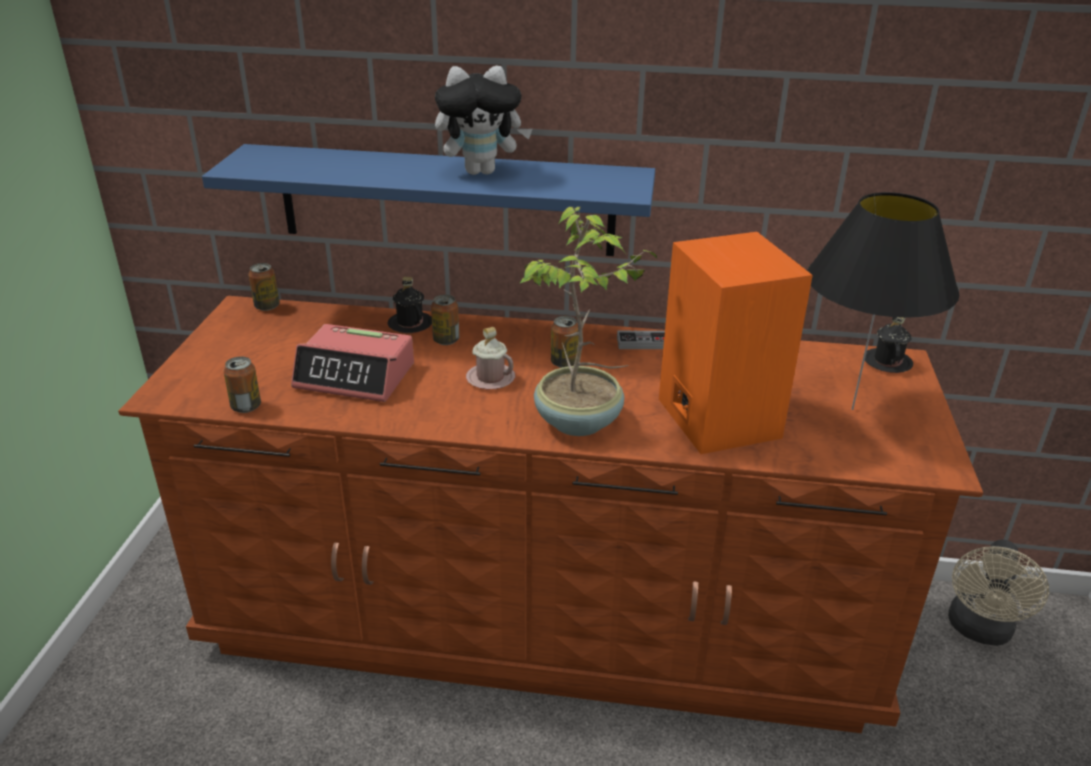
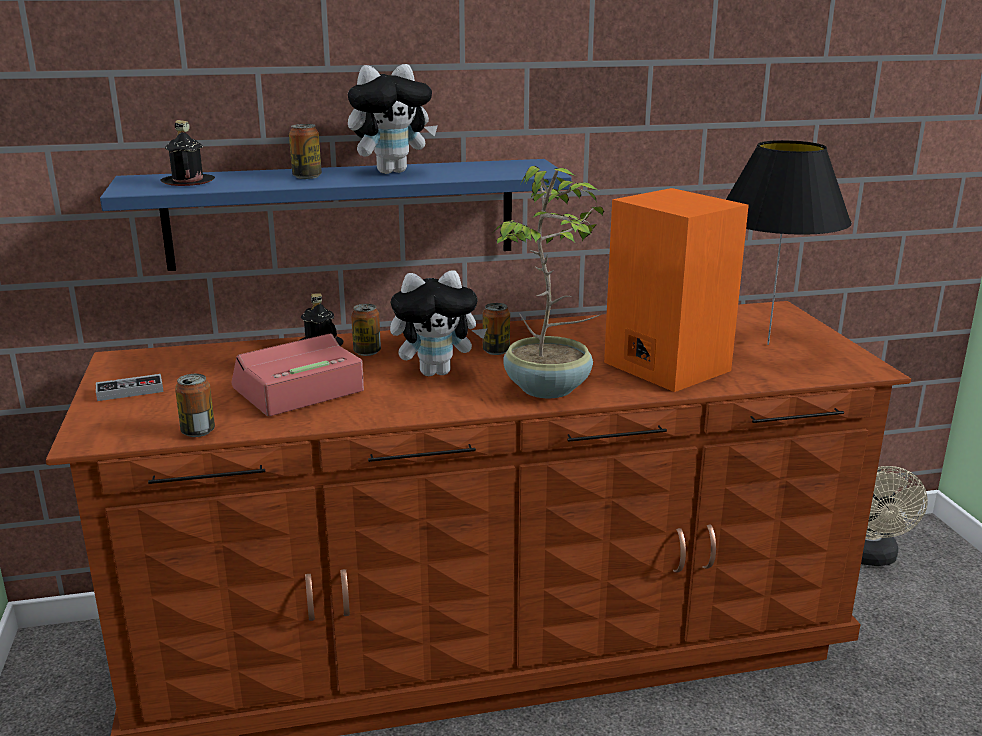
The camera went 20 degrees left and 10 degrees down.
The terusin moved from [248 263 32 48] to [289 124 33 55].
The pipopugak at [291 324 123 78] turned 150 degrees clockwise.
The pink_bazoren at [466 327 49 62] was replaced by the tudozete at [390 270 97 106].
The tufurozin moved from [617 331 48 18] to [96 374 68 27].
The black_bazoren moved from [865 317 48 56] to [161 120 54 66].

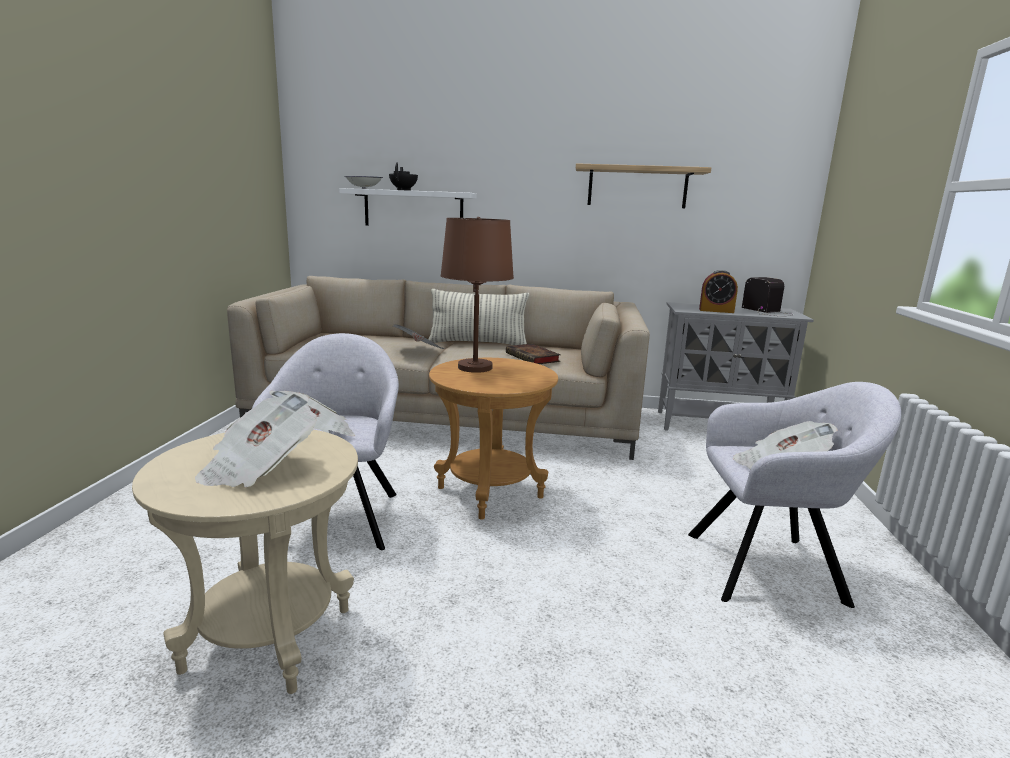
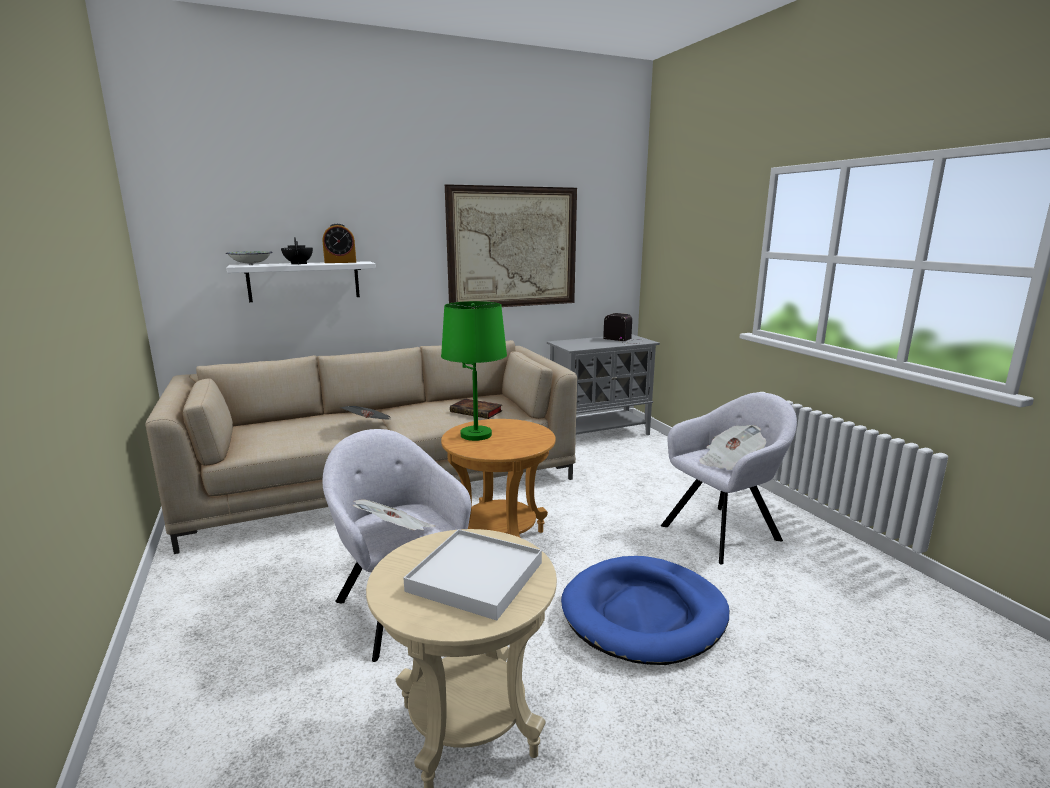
The camera went 30 degrees left and 0 degrees up.
The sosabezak at [195 393 122 94] was replaced by the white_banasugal at [404 529 138 92].
The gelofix at [429 289 100 56] disappeared.
The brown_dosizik at [441 217 73 156] became the green_dosizik at [441 301 66 140].
The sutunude at [576 163 136 45] was replaced by the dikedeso at [445 184 132 123].
The pipopugak moved from [699 270 39 43] to [323 223 33 40].
The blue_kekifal at [561 556 168 109] appeared.

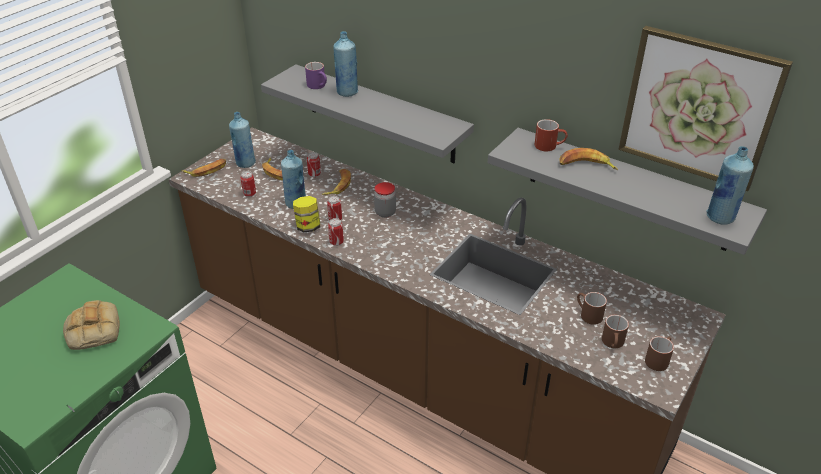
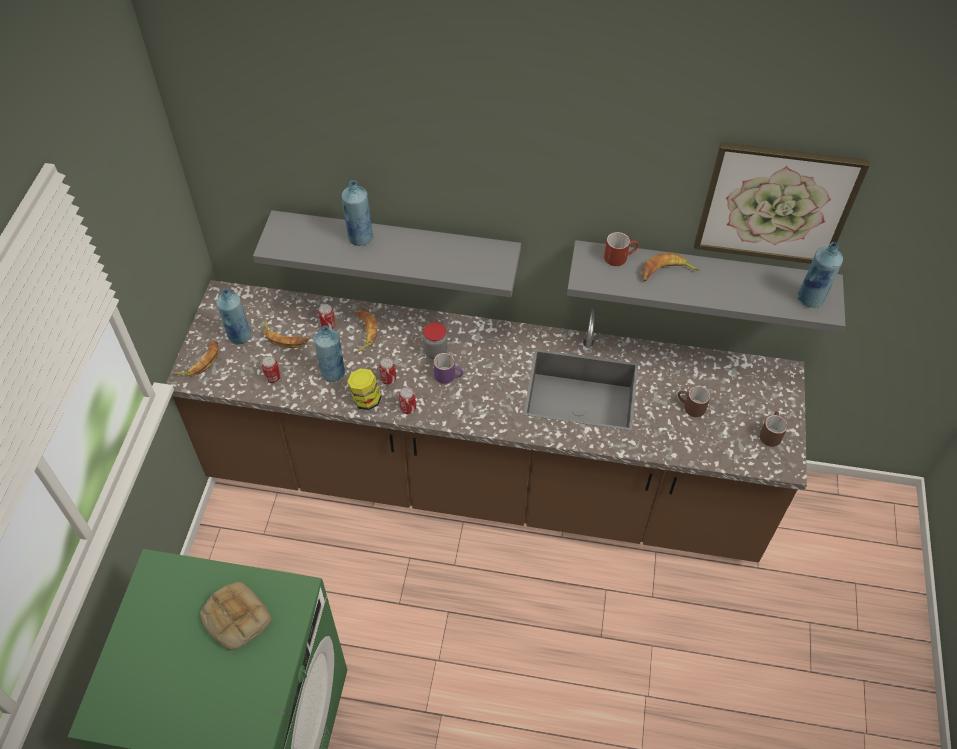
The camera went 25 degrees left and 15 degrees up.
The purple_bazoren moved from [305 62 22 27] to [433 353 30 31].
The brown_bazoren at [602 315 27 33] disappeared.

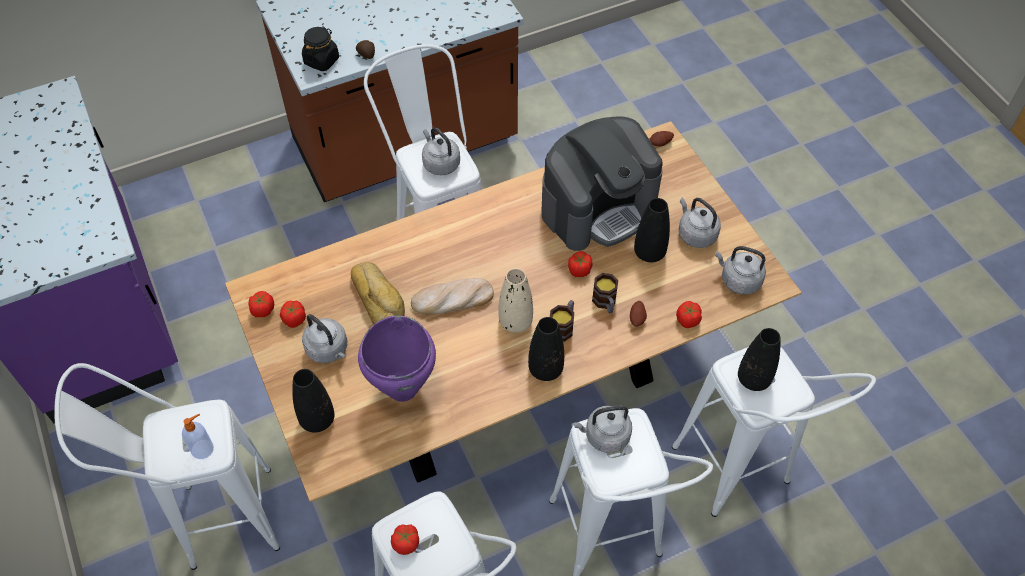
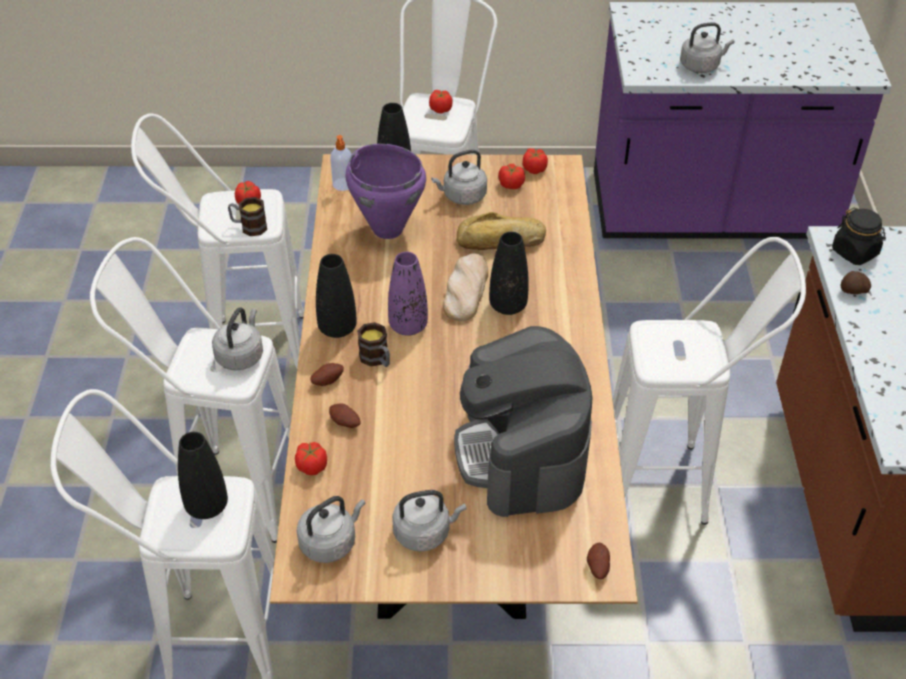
The camera went 115 degrees right and 10 degrees down.
The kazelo moved from [182 414 32 45] to [330 135 22 56].
The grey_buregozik moved from [422 127 38 48] to [680 22 55 51].
The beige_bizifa at [498 268 35 65] became the purple_bizifa at [388 252 40 84].
The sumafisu moved from [568 251 24 26] to [429 90 24 24].
The bazoren moved from [592 273 26 40] to [228 197 39 39].
The black_bizifa moved from [634 198 36 64] to [489 232 40 83].
The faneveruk at [310 363 34 23] appeared.

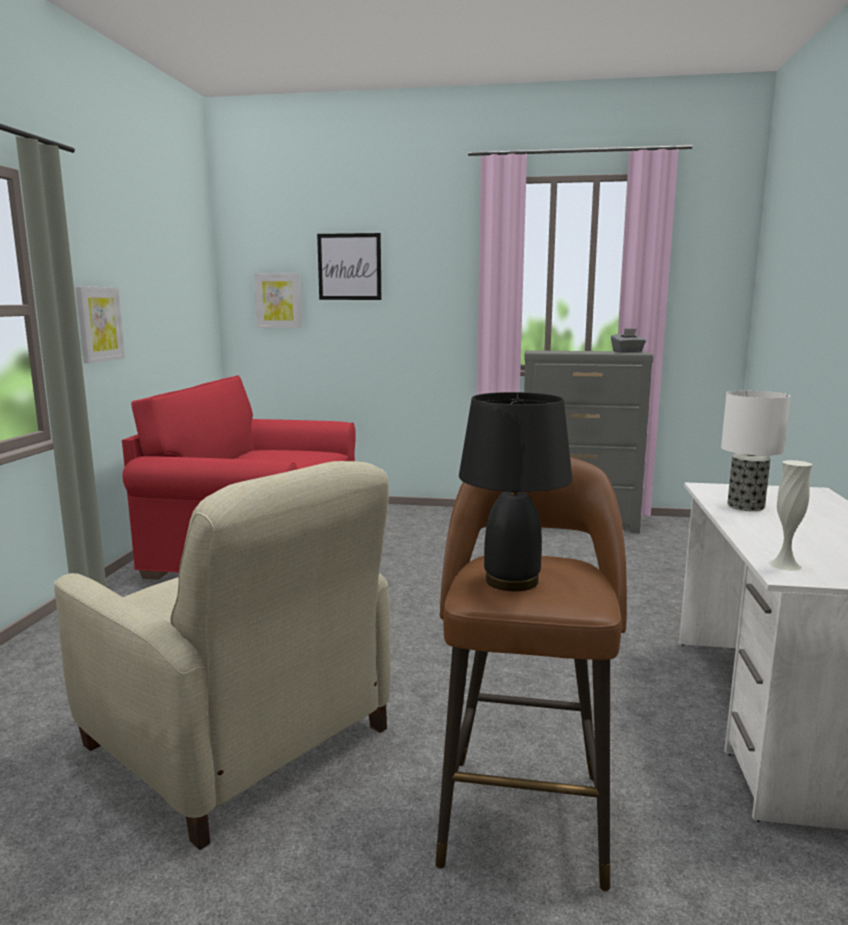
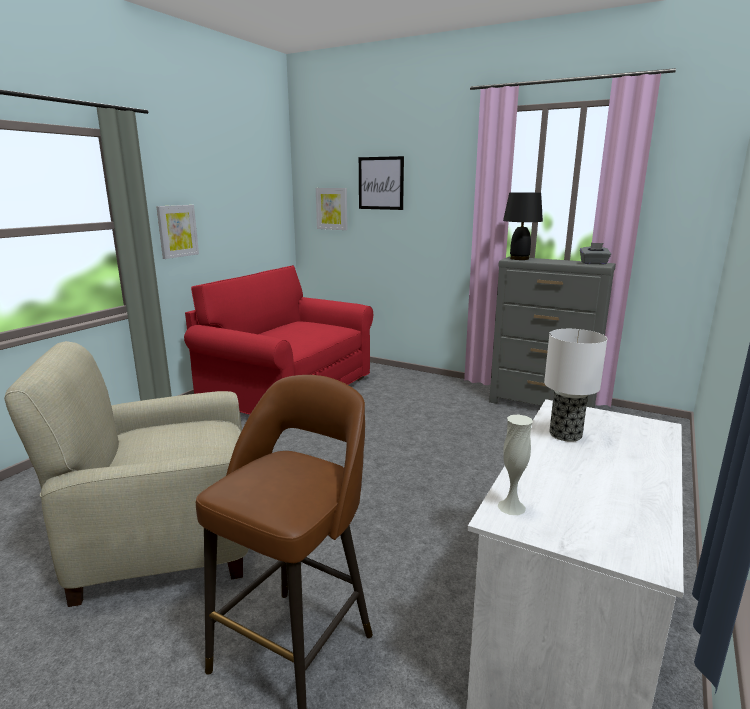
The camera went 20 degrees right and 5 degrees up.
The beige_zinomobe at [54 461 337 389] turned 105 degrees clockwise.
The black_dosizik moved from [459 392 114 199] to [503 192 40 68].

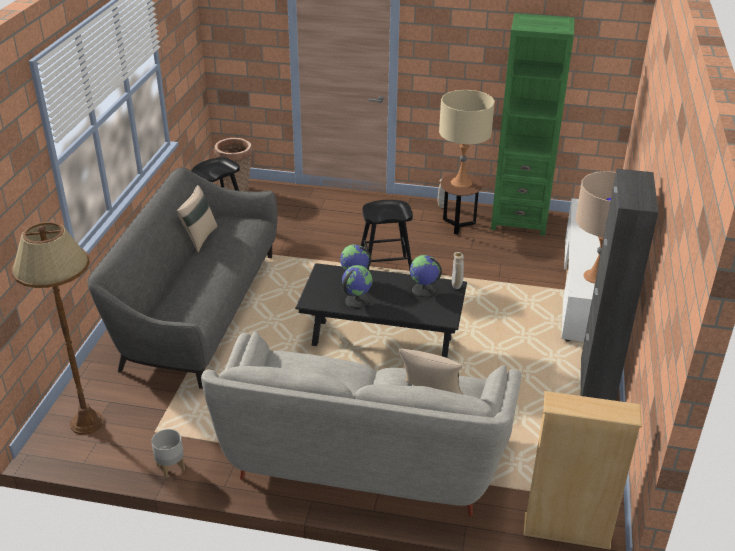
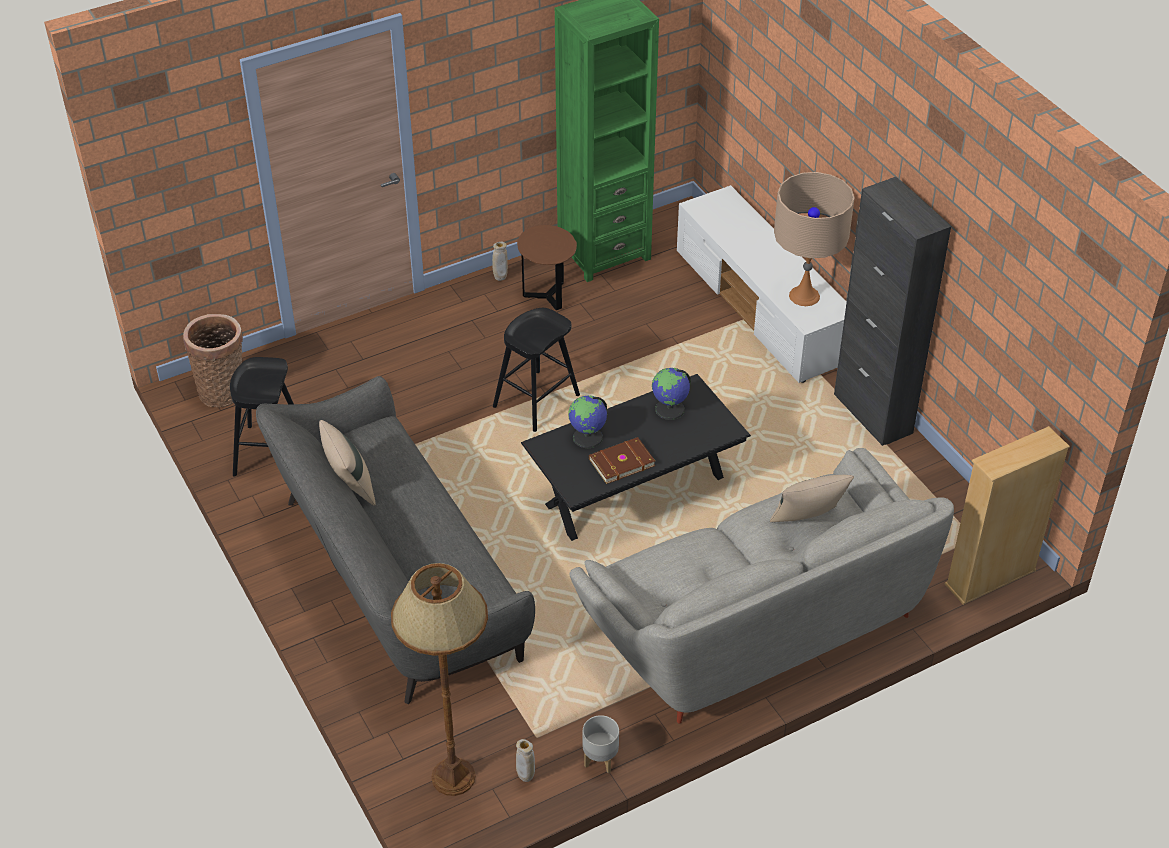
The camera went 40 degrees left and 10 degrees up.
The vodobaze at [342 265 30 43] was replaced by the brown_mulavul at [589 437 66 47].
The beige_dosizik at [439 90 56 98] disappeared.
The beige_bizifa moved from [452 252 12 37] to [516 739 19 43].

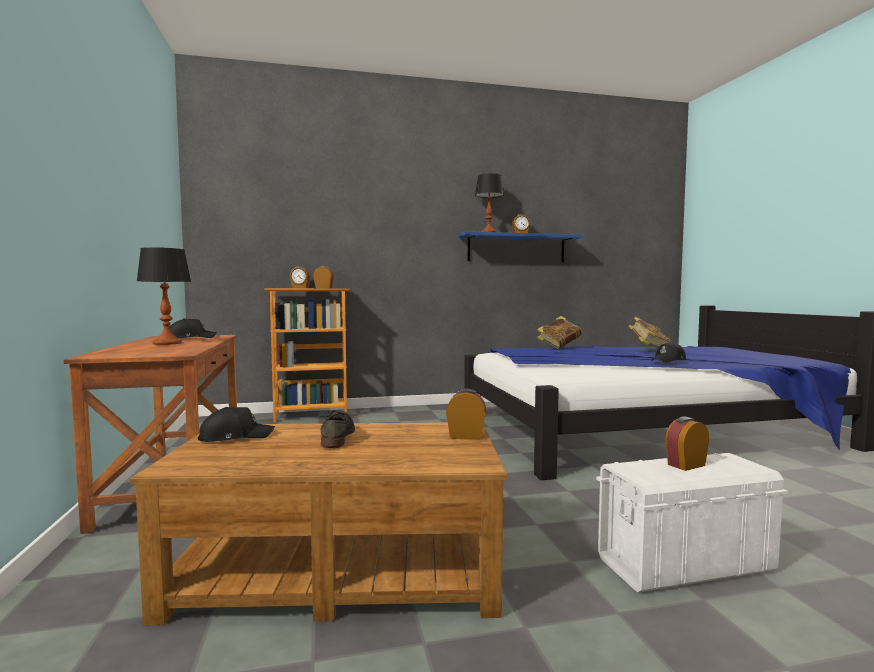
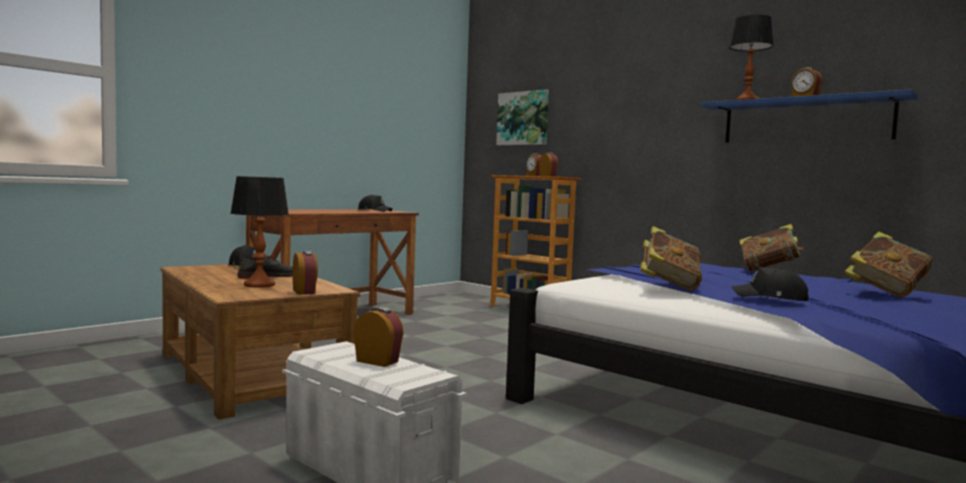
The camera went 55 degrees right and 0 degrees up.
The dosizik moved from [137 247 54 98] to [230 176 59 111].
The dikedeso at [496 89 53 56] appeared.
The mulavul at [640 226 62 65] appeared.

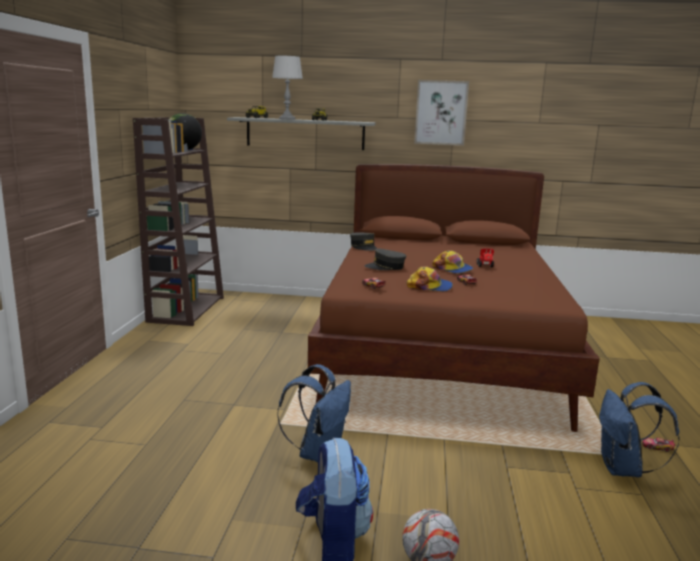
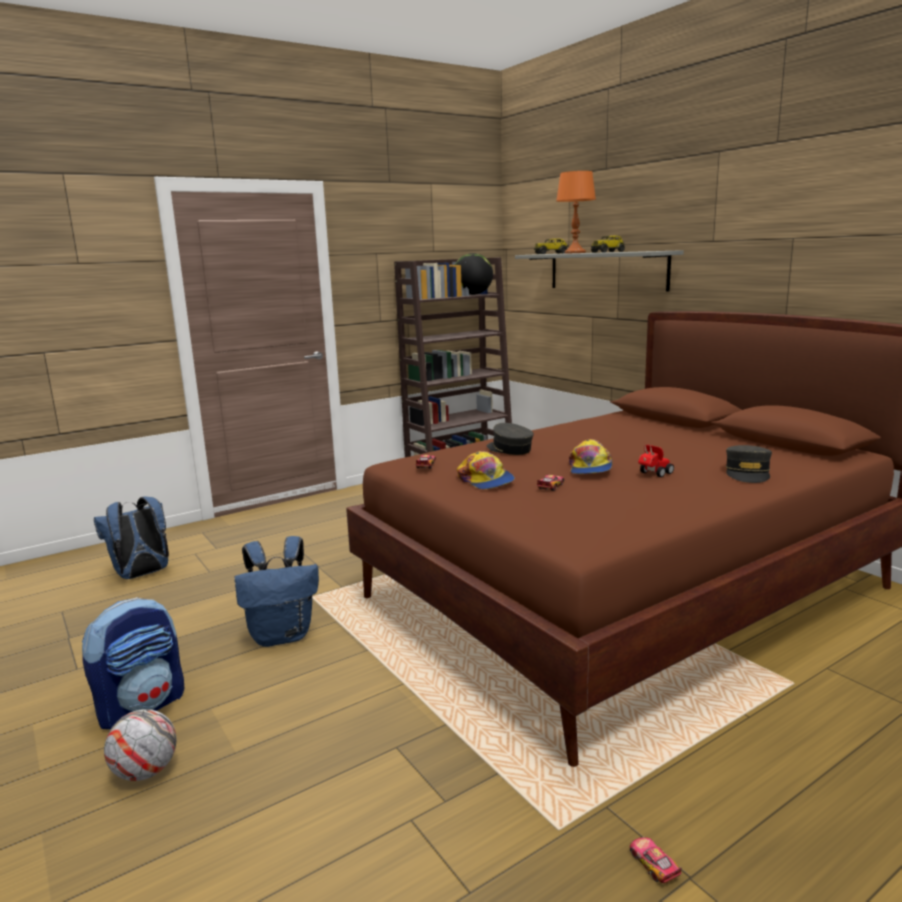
The camera went 50 degrees right and 0 degrees up.
The grey_dosizik at [272 56 31 64] became the orange_dosizik at [556 171 40 83].
The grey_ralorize moved from [350 232 27 19] to [726 445 46 38].
The dikedeso at [414 80 55 66] disappeared.
The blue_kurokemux moved from [599 382 81 95] to [93 497 76 82].

